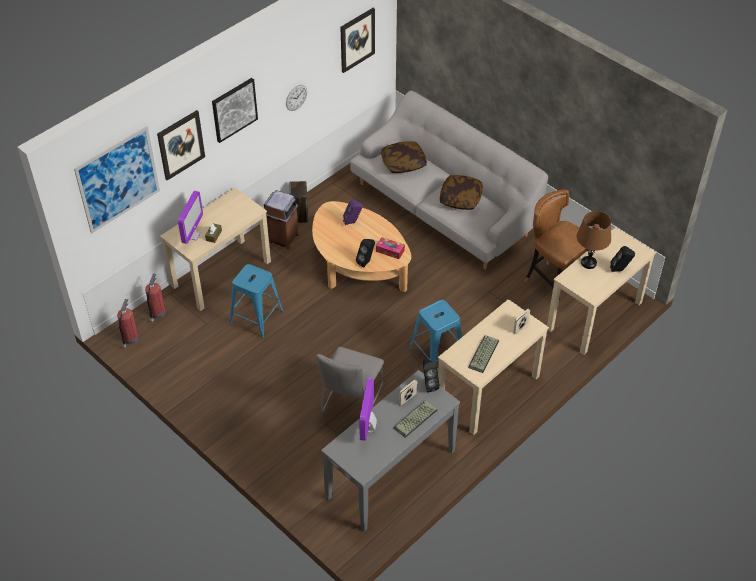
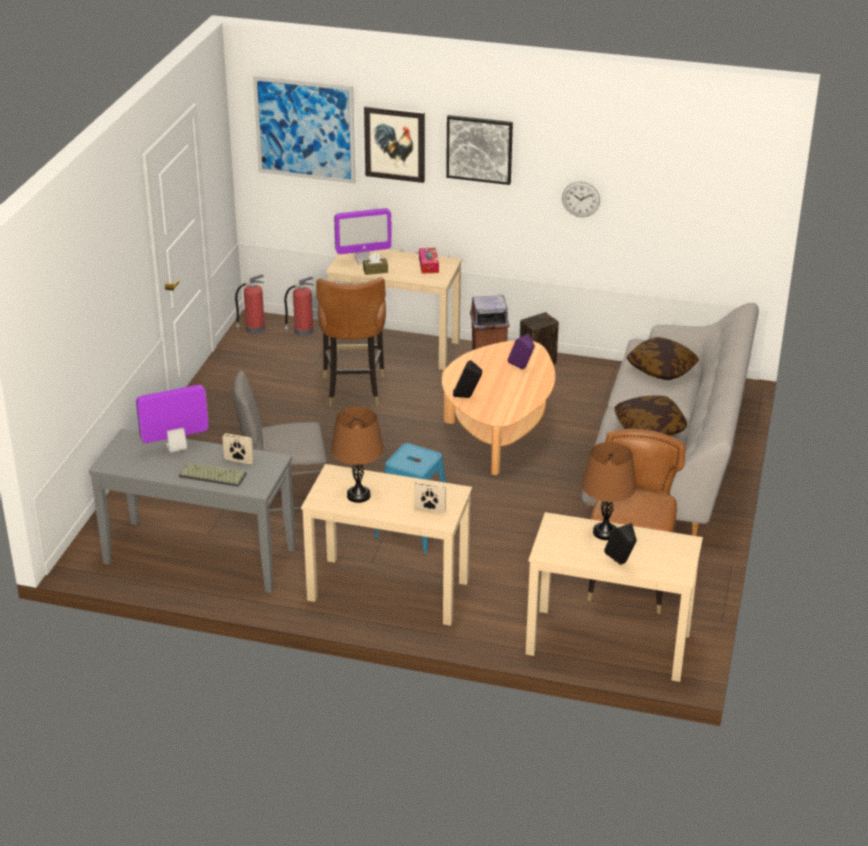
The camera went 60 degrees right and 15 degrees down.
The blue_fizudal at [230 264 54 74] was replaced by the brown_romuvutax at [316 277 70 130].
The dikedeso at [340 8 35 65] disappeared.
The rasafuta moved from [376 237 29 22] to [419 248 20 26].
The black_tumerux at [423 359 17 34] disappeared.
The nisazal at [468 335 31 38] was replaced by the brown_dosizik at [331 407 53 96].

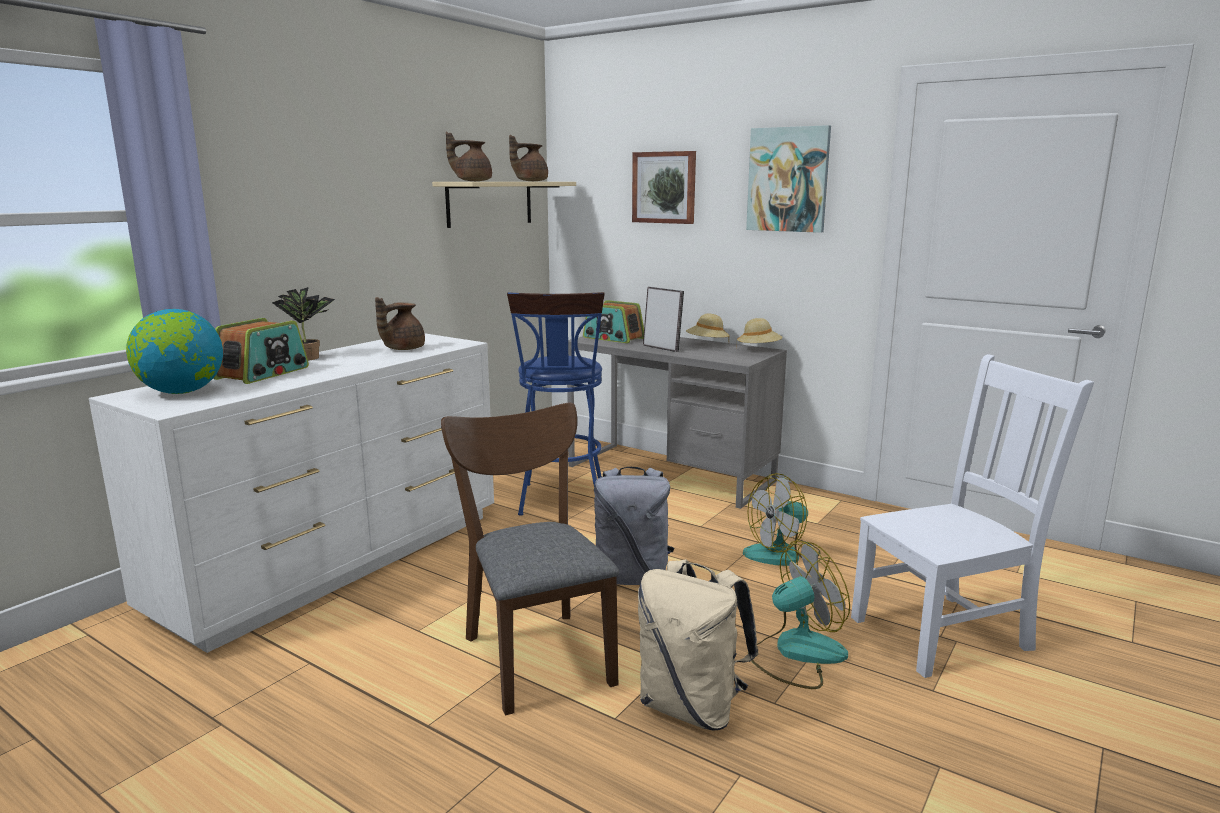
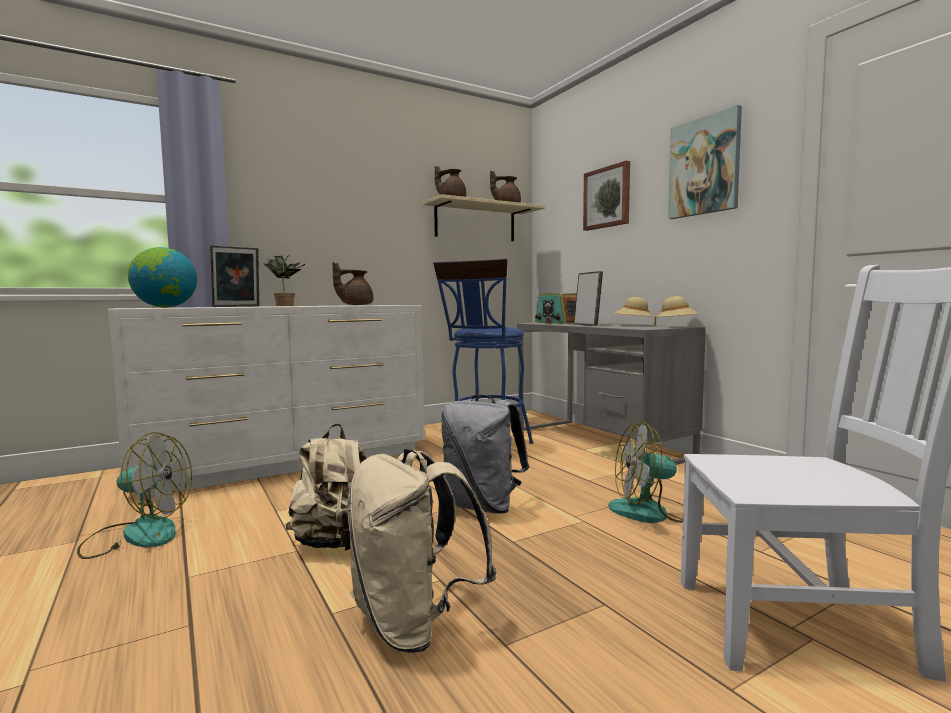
The camera went 25 degrees right and 10 degrees down.
The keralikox at [213 318 96 66] was replaced by the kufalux at [210 245 49 62].
The brown_romuvutax at [441 403 178 313] was replaced by the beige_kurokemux at [285 424 81 127].
The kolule moved from [748 540 102 149] to [77 432 115 127].

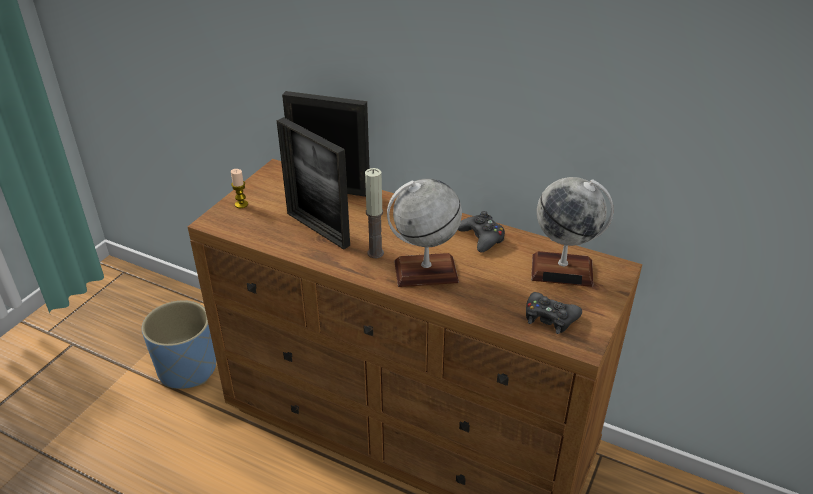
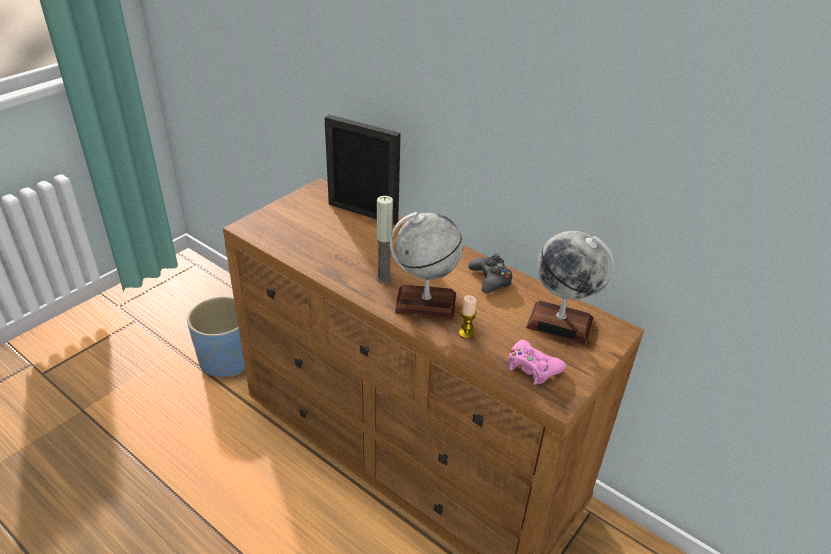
The camera went 10 degrees right and 0 degrees up.
The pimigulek moved from [231 169 17 39] to [459 295 18 44].
The kufalux at [277 117 73 133] disappeared.
The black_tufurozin at [526 292 56 42] became the pink_tufurozin at [508 340 58 45].

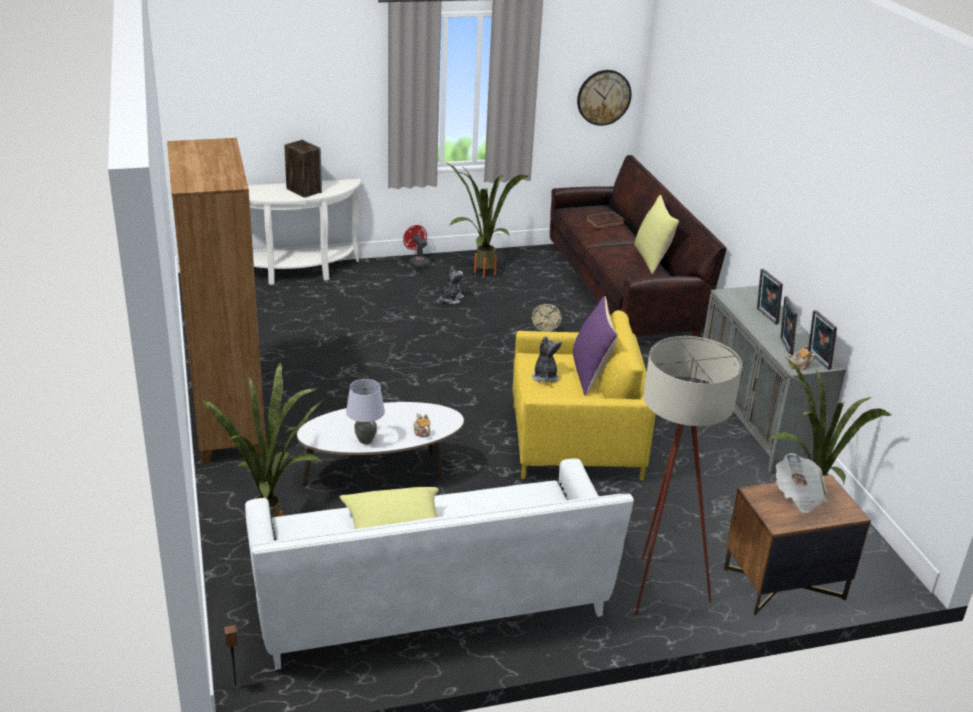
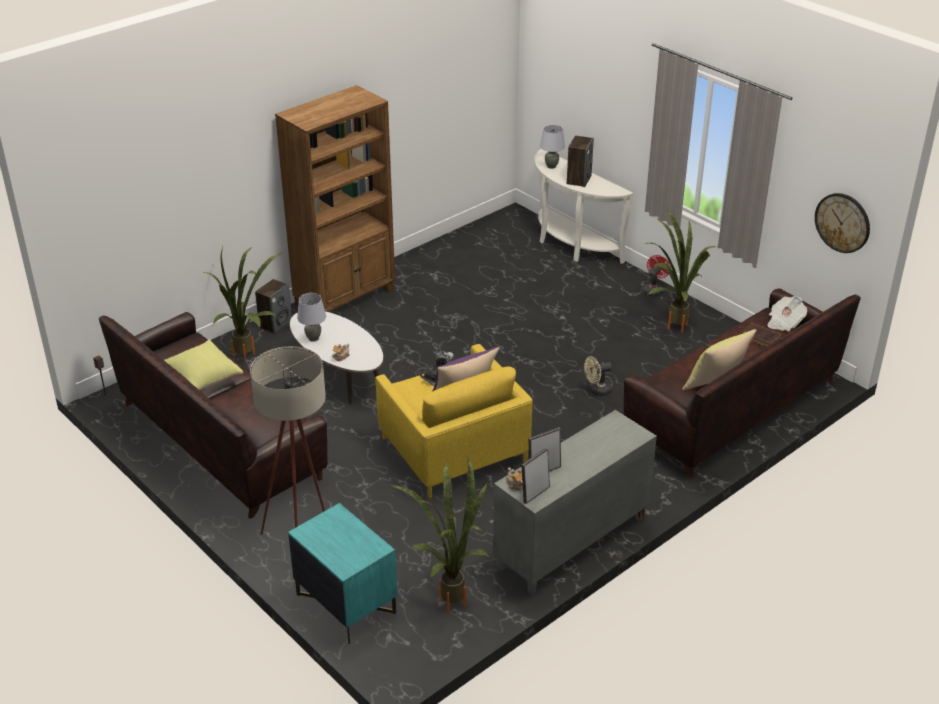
The camera went 65 degrees right and 5 degrees up.
The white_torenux at [245 458 389 212] became the brown_torenux at [99 312 229 207].
The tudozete at [440 266 24 38] disappeared.
The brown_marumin at [724 475 147 141] became the turquoise_marumin at [288 503 109 141].
The kufalux at [757 269 26 56] disappeared.
The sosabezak moved from [776 453 51 60] to [767 296 40 36].
The tumerux at [255 279 37 55] appeared.
The grey_dosizik at [540 125 25 44] appeared.

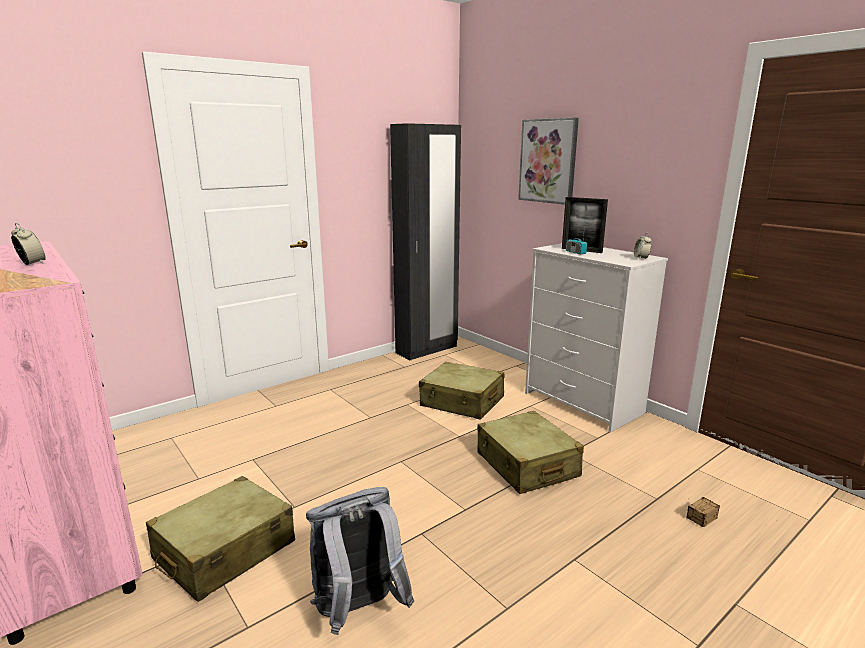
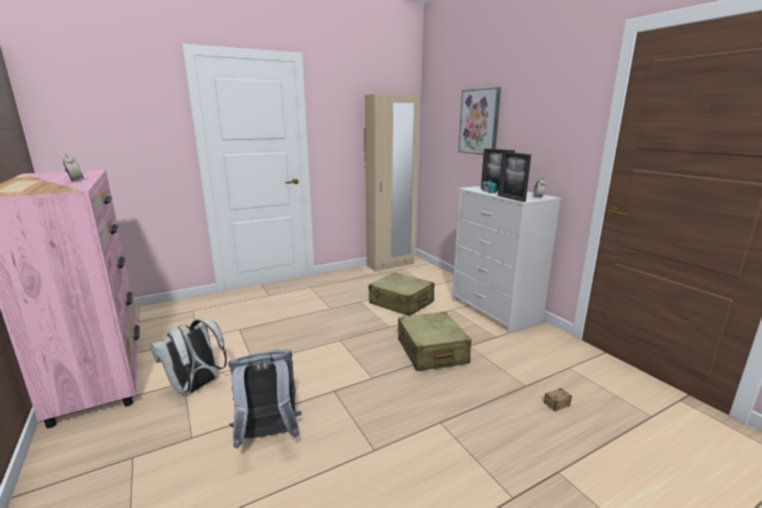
The camera went 10 degrees right and 0 degrees up.
The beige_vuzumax at [146 476 149 126] was replaced by the white_kurokemux at [150 319 77 76].
The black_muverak at [390 123 71 237] became the beige_muverak at [365 94 54 177].
The kufalux at [498 152 33 50] appeared.

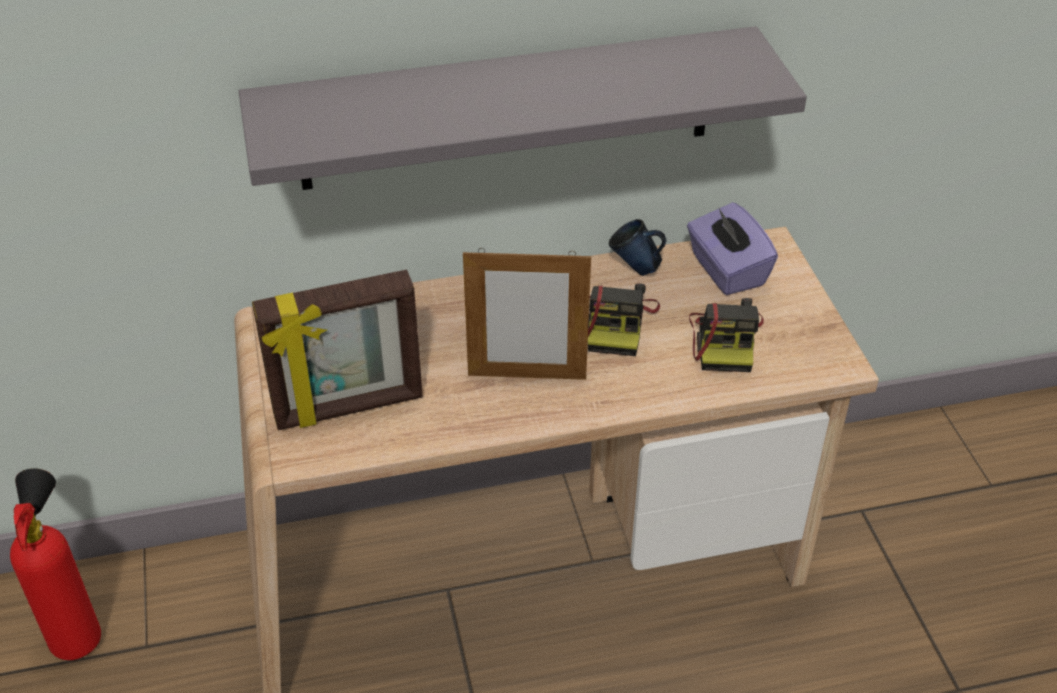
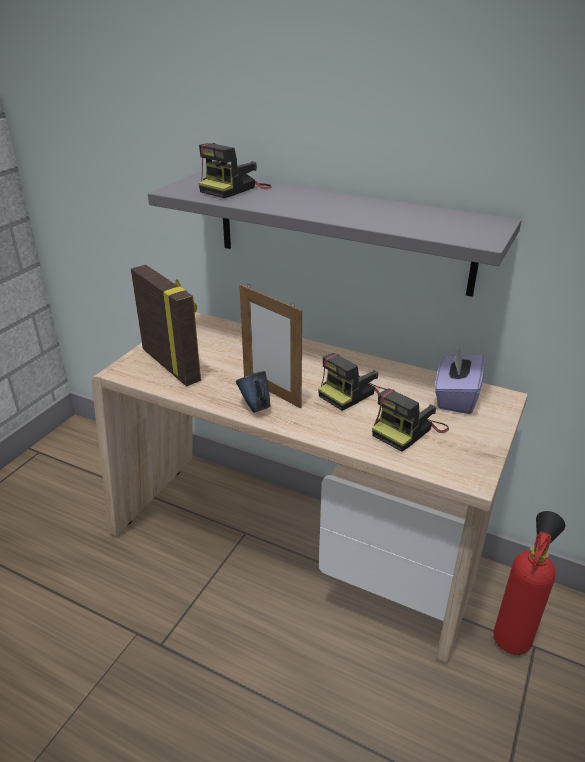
The camera went 40 degrees right and 10 degrees down.
The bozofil moved from [10 468 91 192] to [494 511 71 144].
The kufalux at [252 270 171 160] turned 150 degrees counterclockwise.
The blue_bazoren moved from [609 219 57 57] to [236 371 34 42].
The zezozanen at [199 143 73 55] appeared.

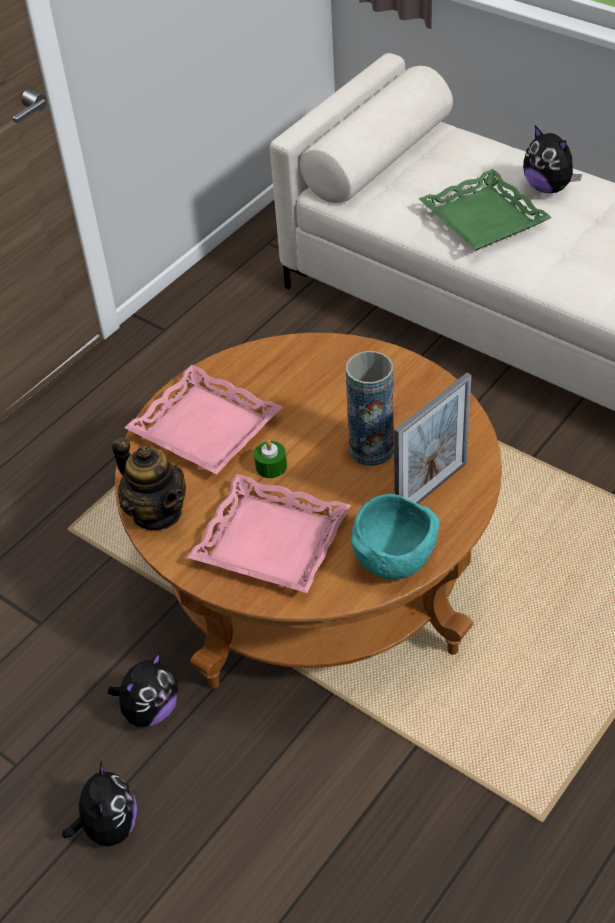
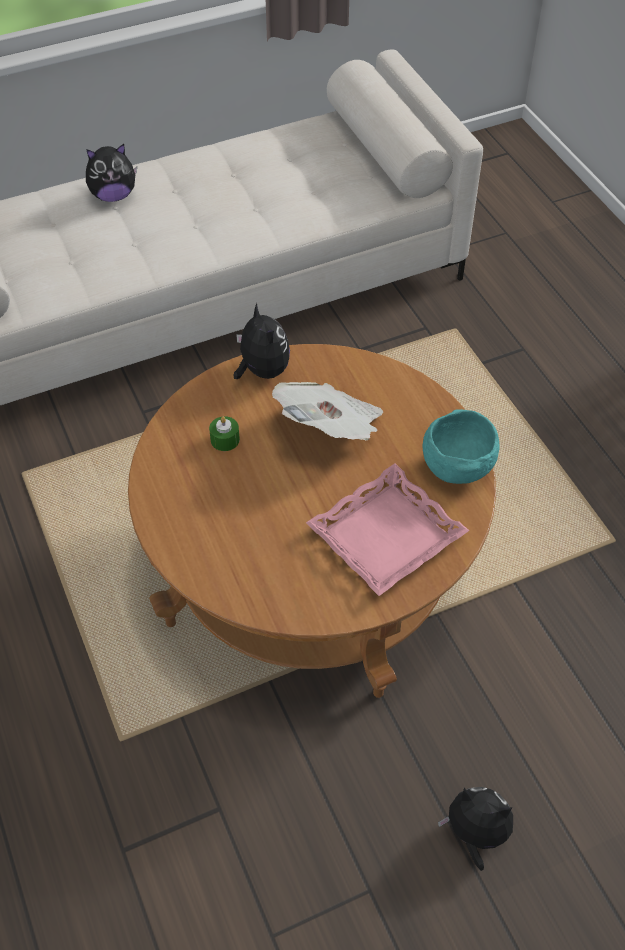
The camera went 65 degrees left and 5 degrees up.
The tudozete moved from [108 652 70 75] to [234 303 56 76].
The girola at [112 437 74 93] disappeared.
The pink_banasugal at [124 365 158 110] disappeared.
The green_pimigulek moved from [254 440 33 38] to [209 416 31 35].
The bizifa at [346 351 48 115] was replaced by the sosabezak at [272 382 111 58].
The kufalux at [394 372 77 132] disappeared.
The green_banasugal at [419 169 133 81] disappeared.

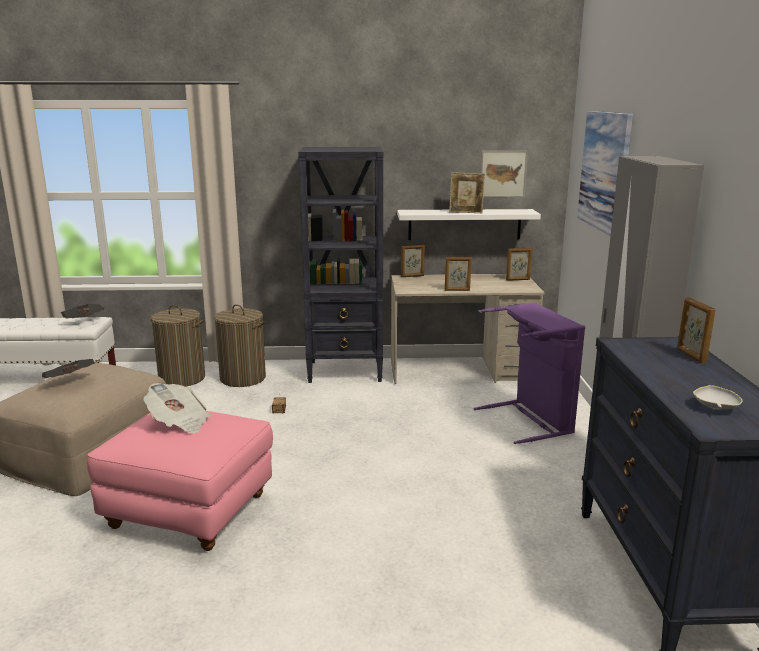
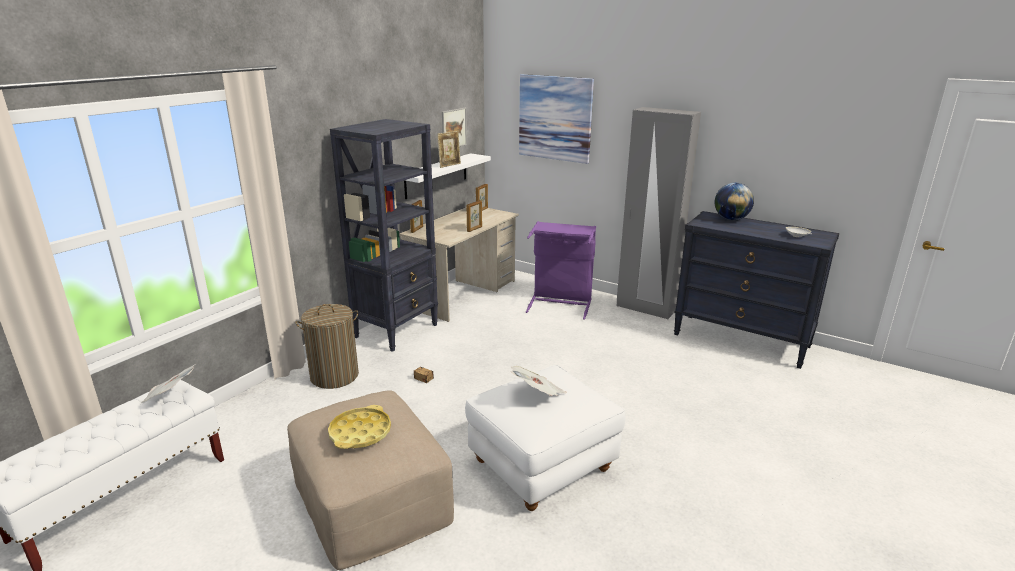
The camera went 55 degrees left and 5 degrees up.
The sosabezak at [42 359 53 19] was replaced by the yellow_banasugal at [328 405 63 44].
The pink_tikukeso at [87 411 186 140] became the white_tikukeso at [465 365 161 146].
The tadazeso at [150 305 55 82] disappeared.
The kufalux at [677 297 39 66] was replaced by the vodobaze at [715 183 39 37].

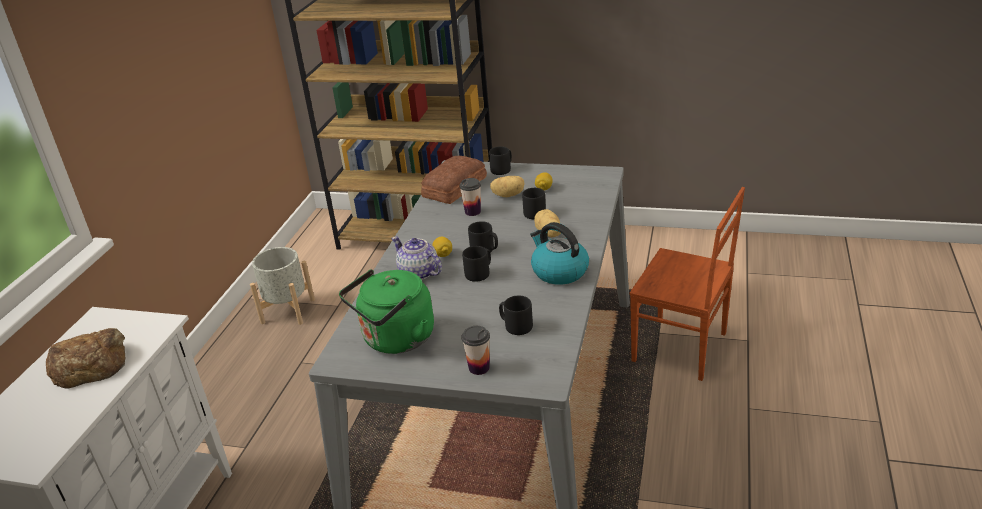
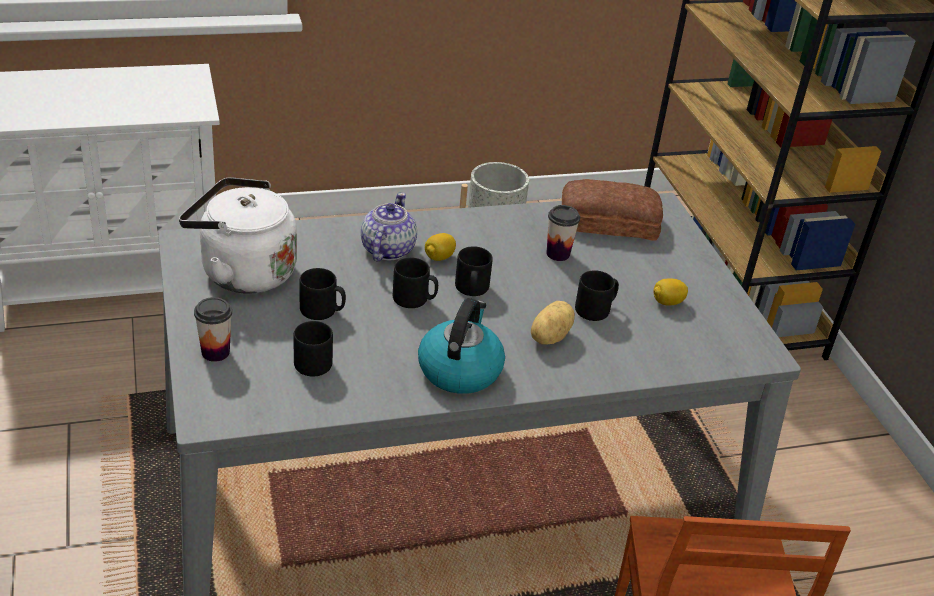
The camera went 55 degrees right and 5 degrees up.
The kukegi at [46 328 79 61] disappeared.
The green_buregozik at [339 269 95 85] became the white_buregozik at [179 177 118 117].
The black_bazoren moved from [489 146 23 29] to [299 268 47 52].
The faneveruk at [490 176 35 21] disappeared.

